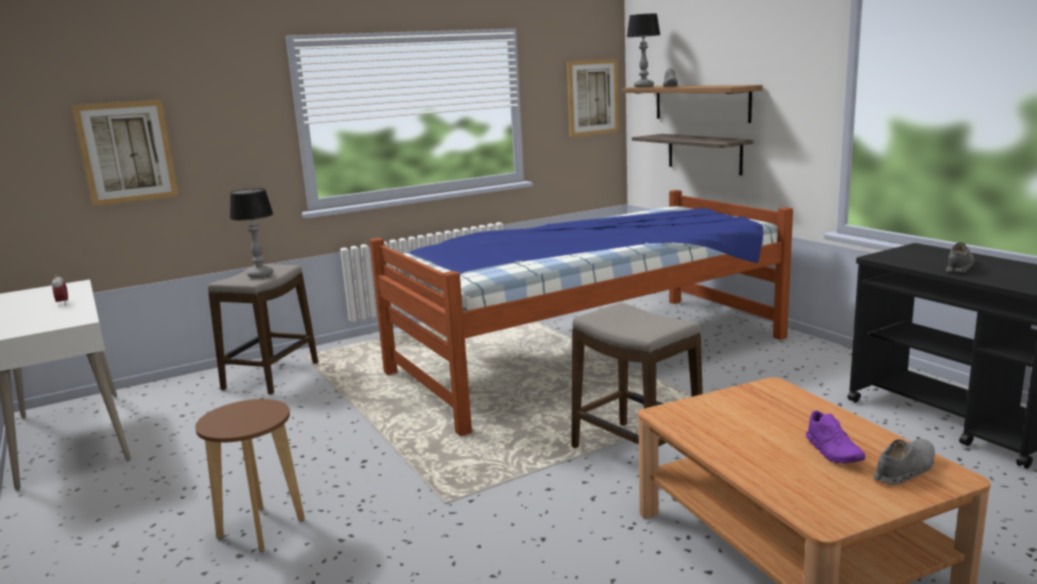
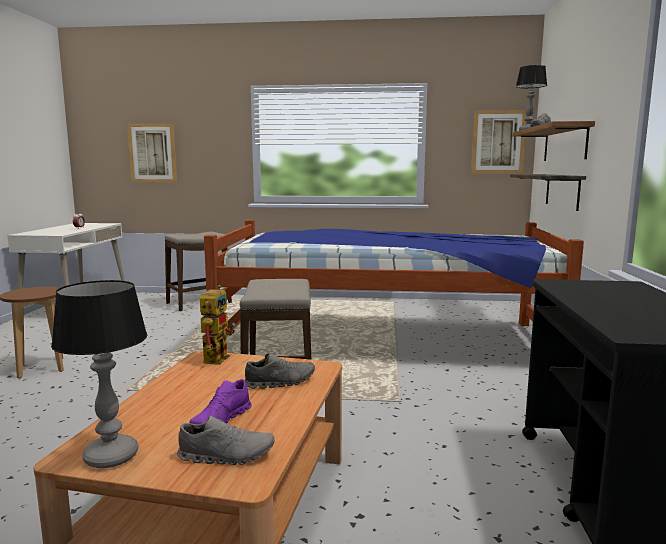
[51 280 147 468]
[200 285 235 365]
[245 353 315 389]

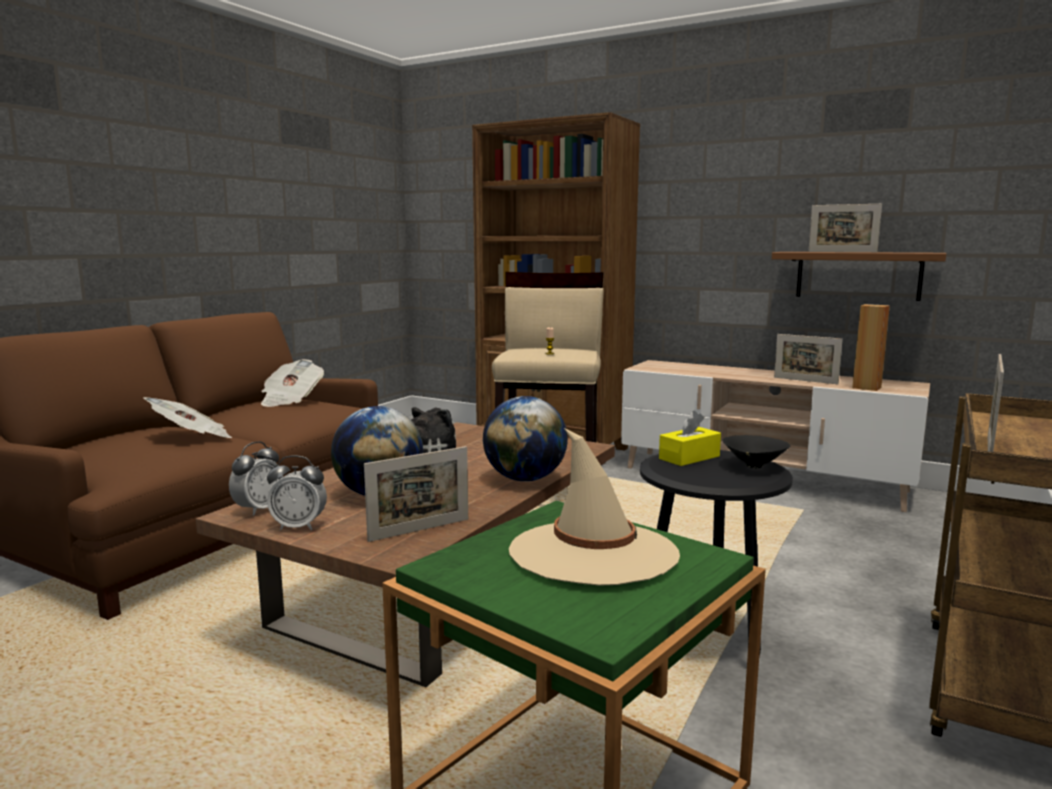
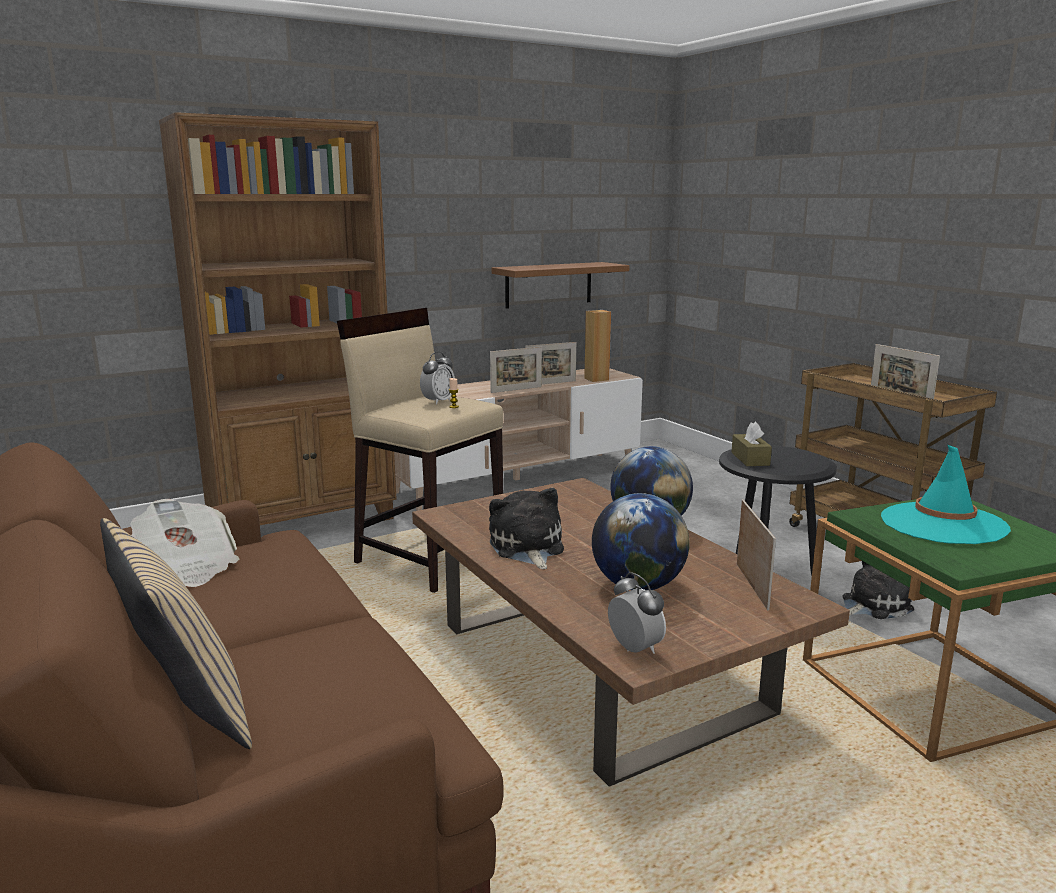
[100 518 252 749]
[420 352 455 405]
[490 347 542 393]
[731 422 772 466]
[842 561 914 619]
[881 445 1011 544]
[144 397 232 438] (first image)
[722 435 790 468] (first image)

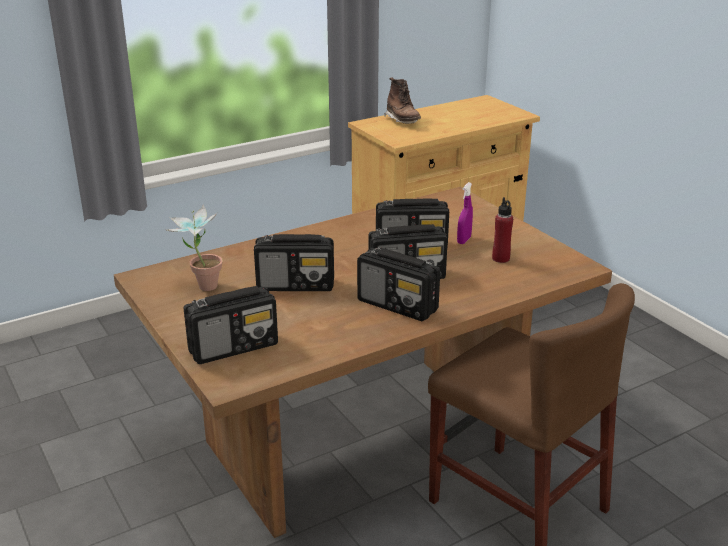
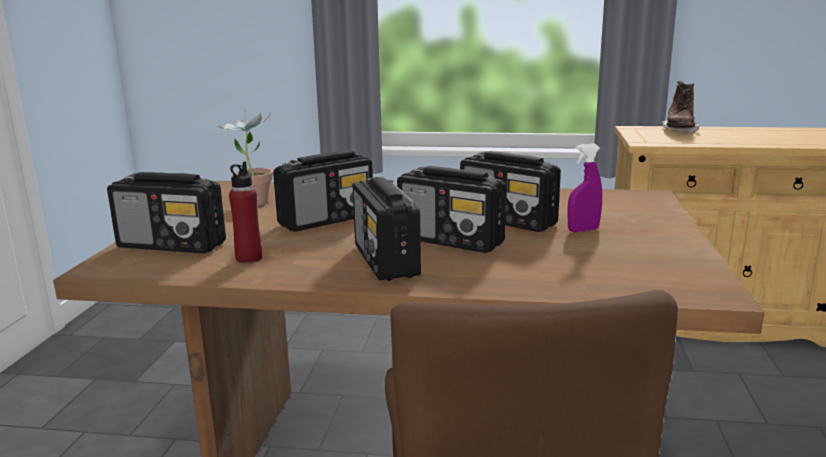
[229 162 262 263]
[273 150 373 232]

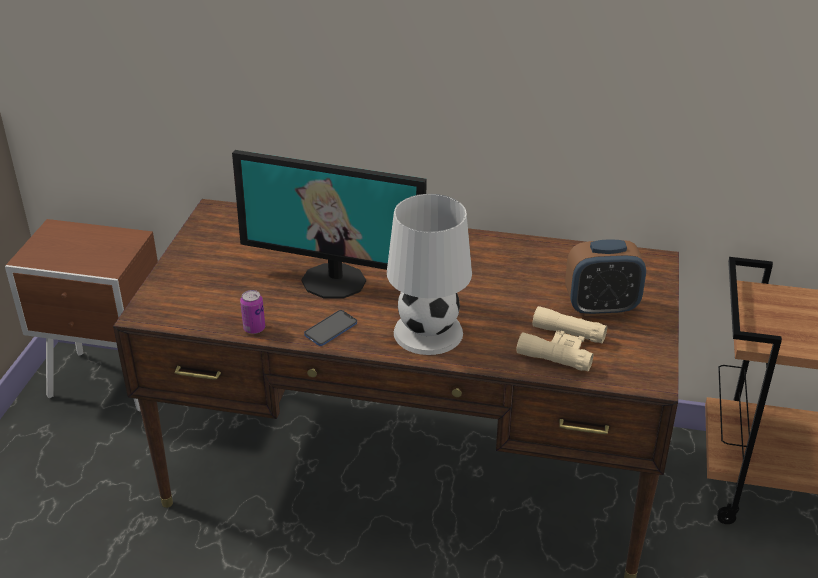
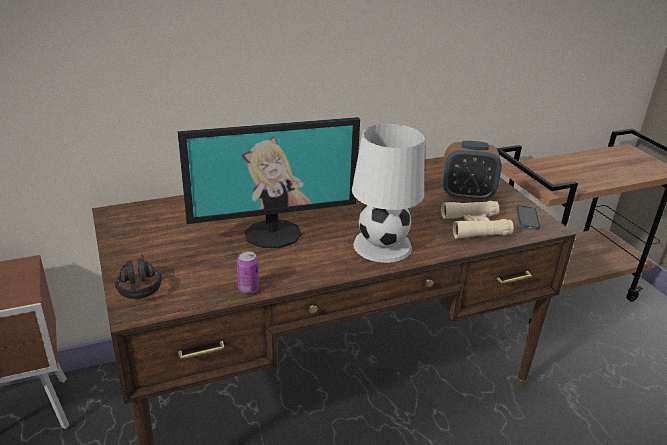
[114 255 162 299]
[442 141 502 201]
[516 205 540 230]

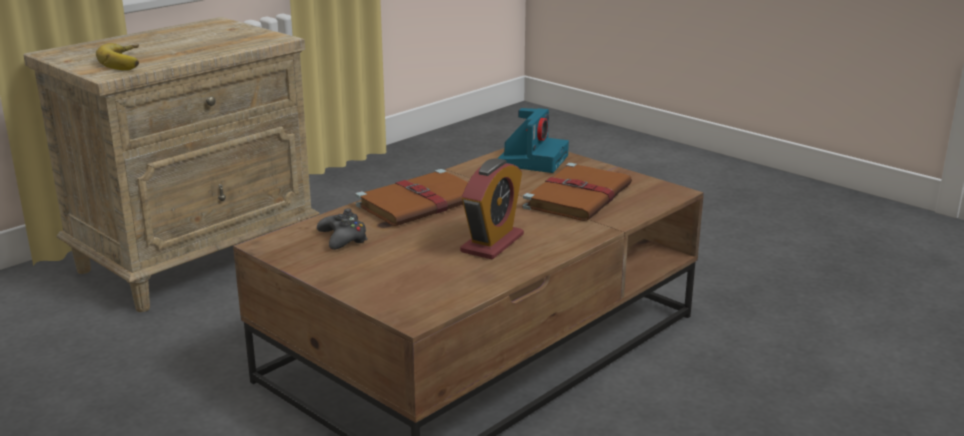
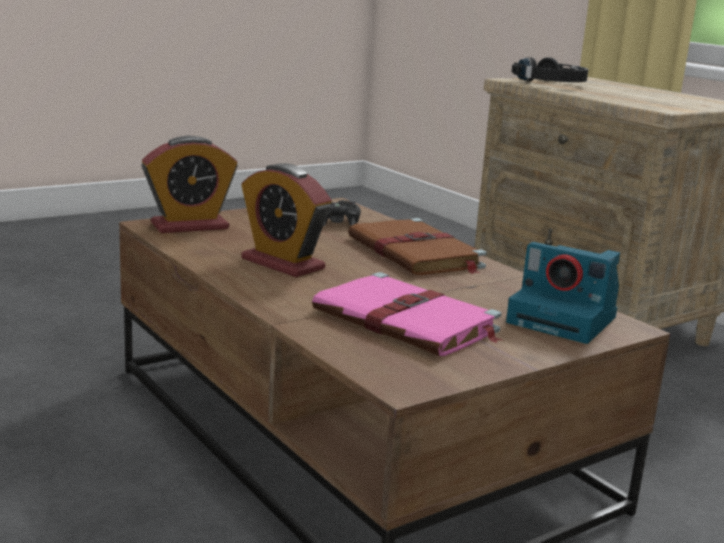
[141 136 238 233]
[312 272 502 356]
[512 57 588 82]

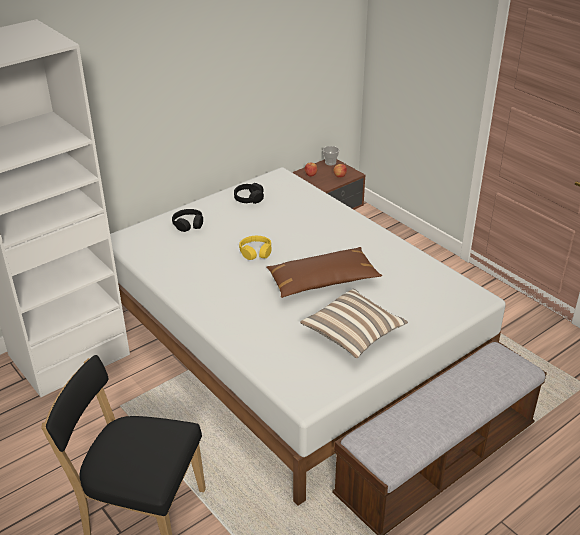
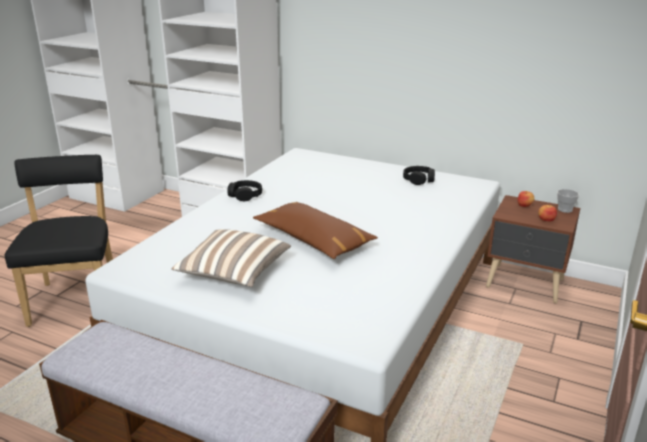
[227 180 262 201]
[239 236 272 260] (first image)

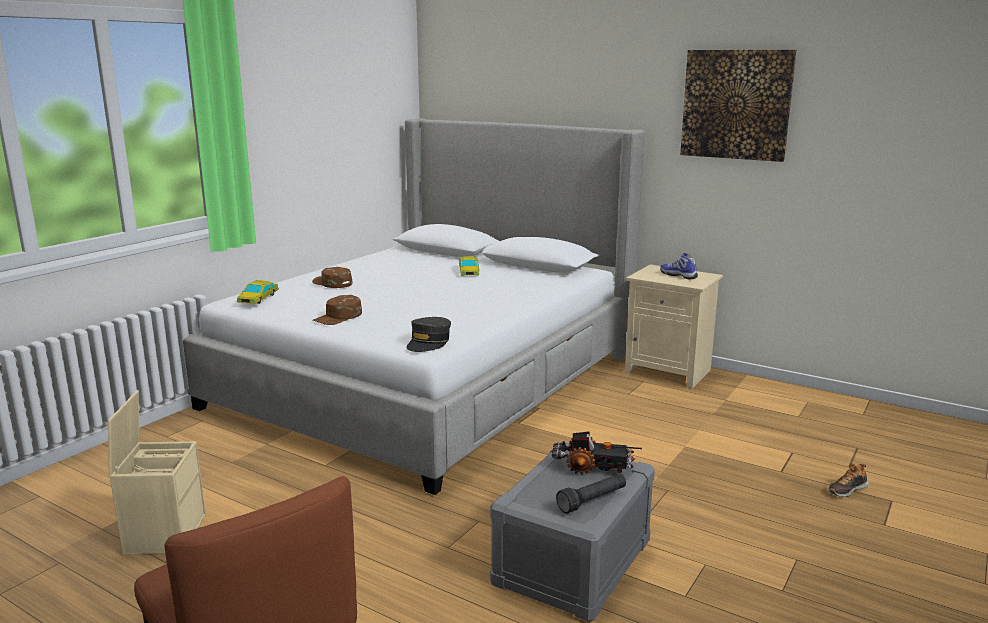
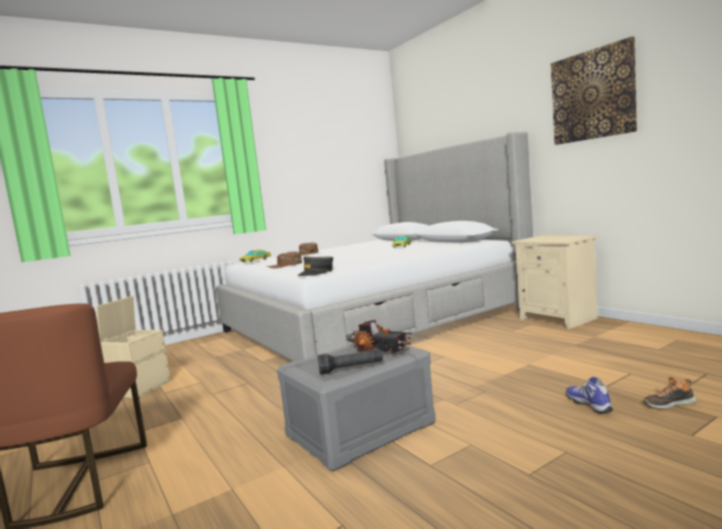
[566 377 613 414]

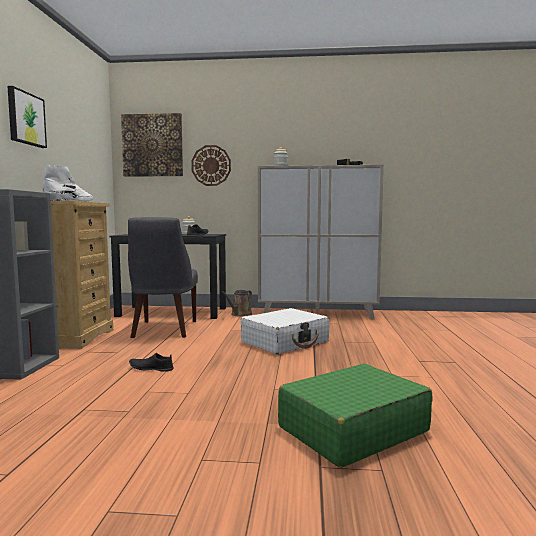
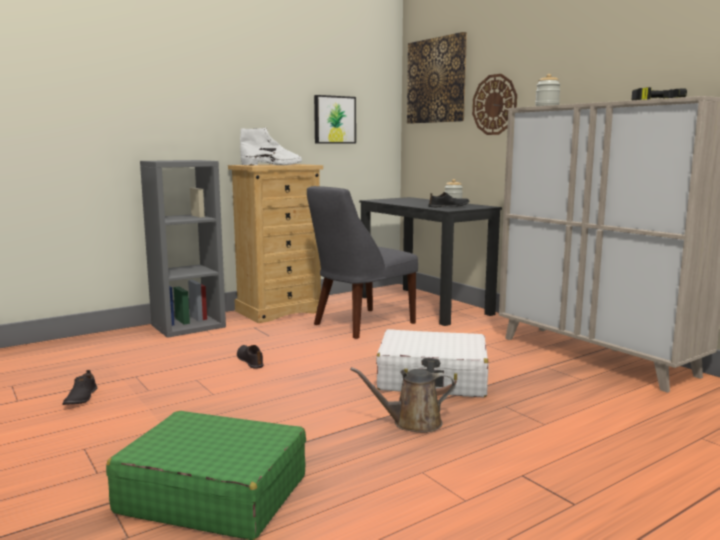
[62 370 97 405]
[314 95 356 143]
[350 367 455 433]

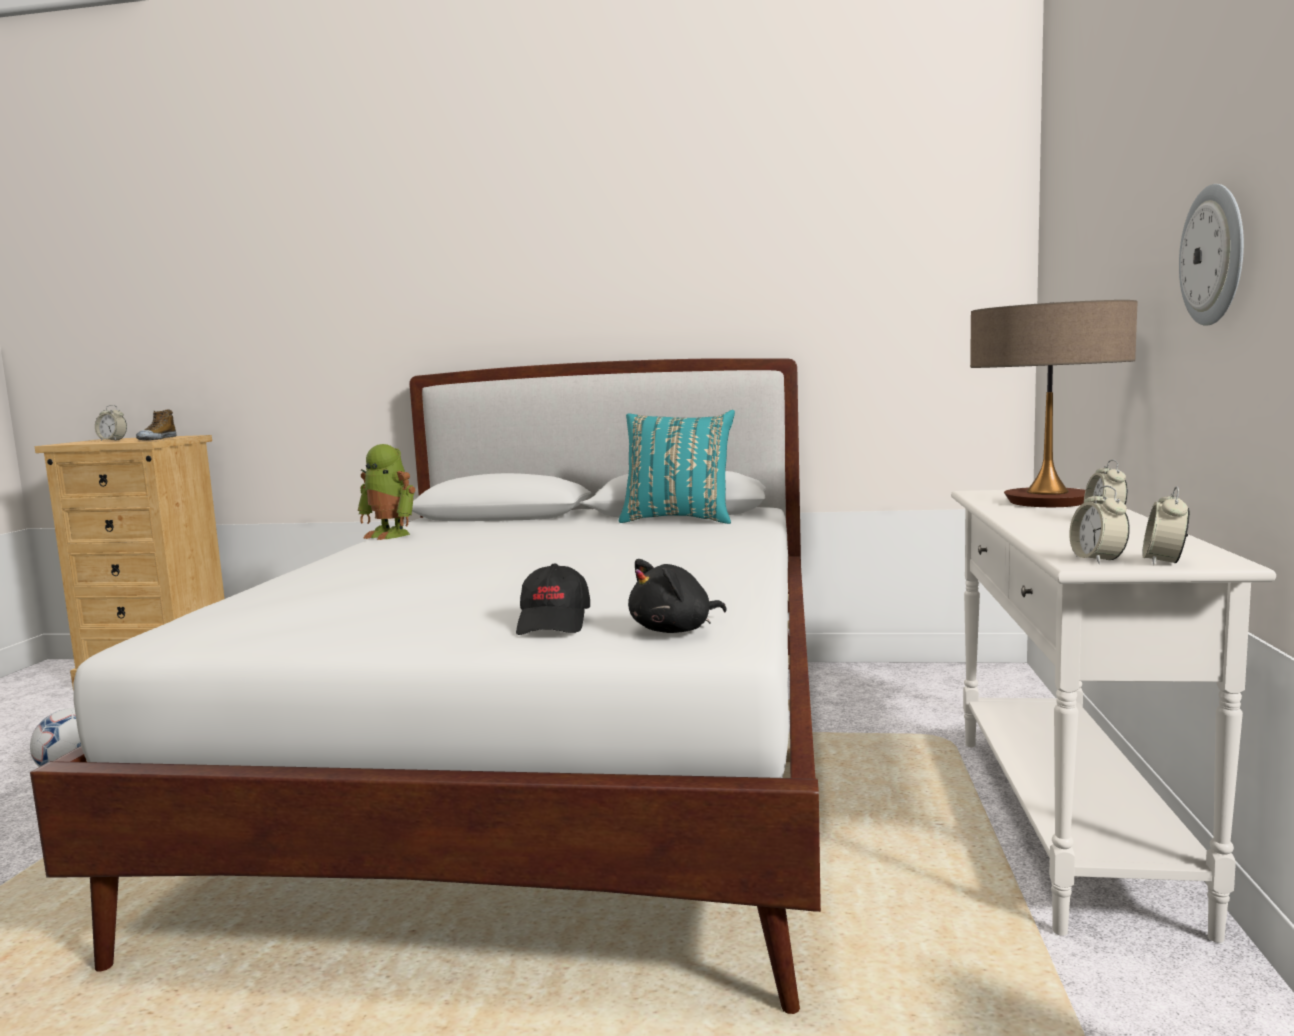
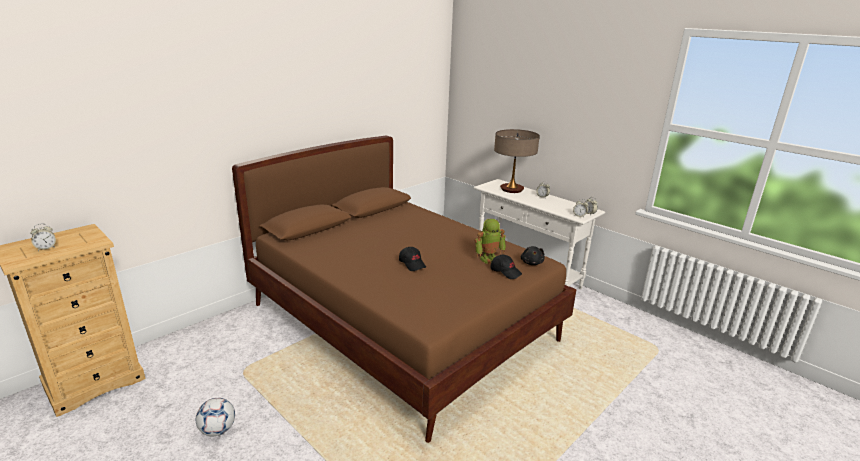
[232 136 577 443]
[399 247 426 271]
[474 219 506 265]
[136 410 176 440] (first image)
[619 410 735 524] (first image)
[1179 184 1244 326] (first image)

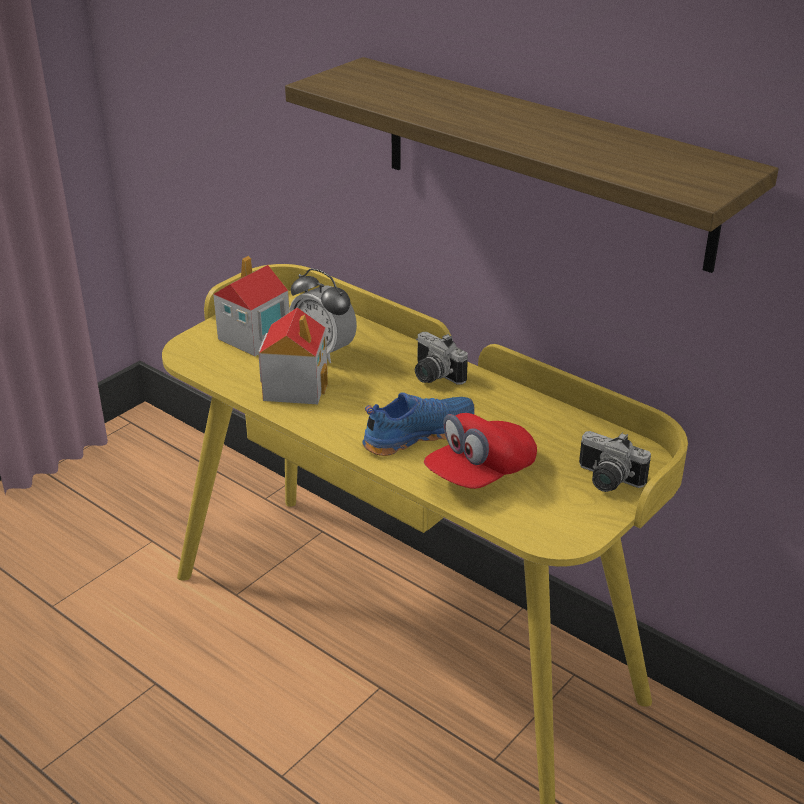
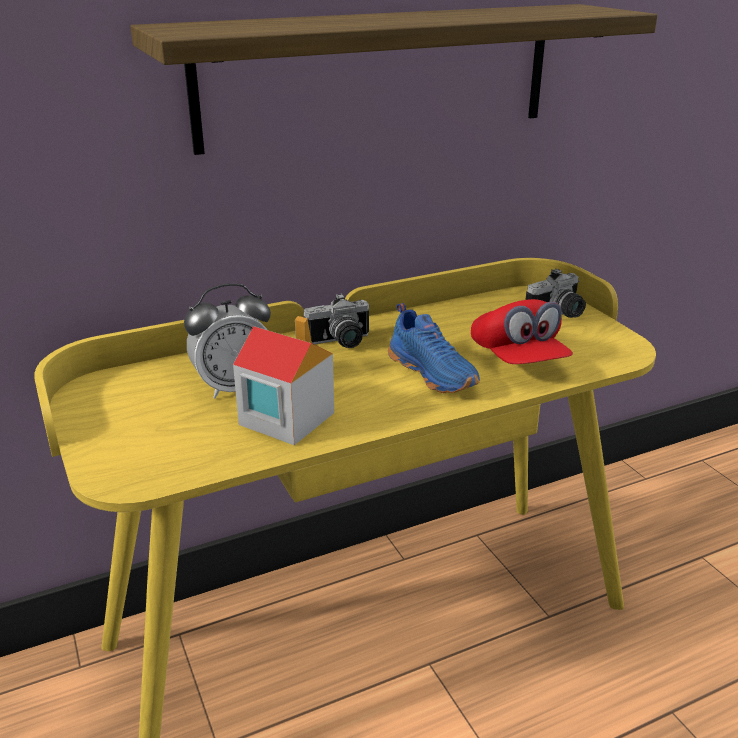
[388 303 480 393]
[213 256 289 356] (first image)

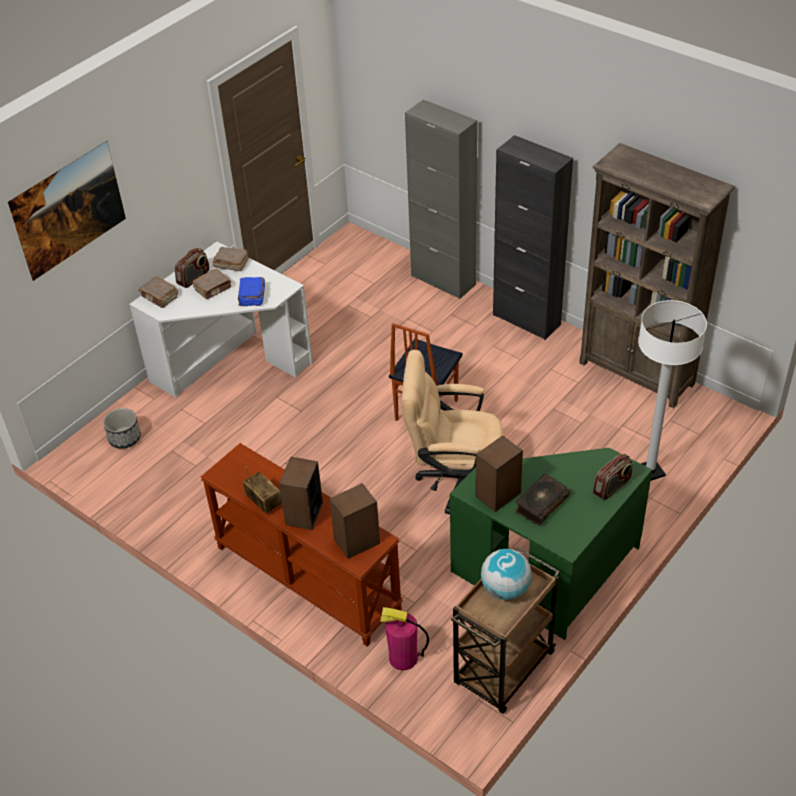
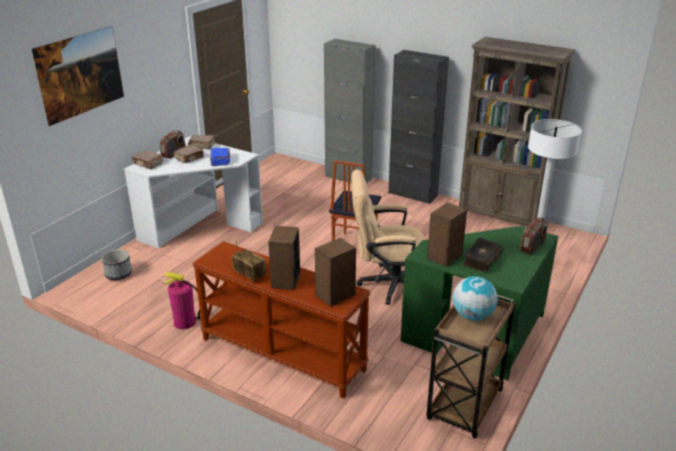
[164 272 200 329]

